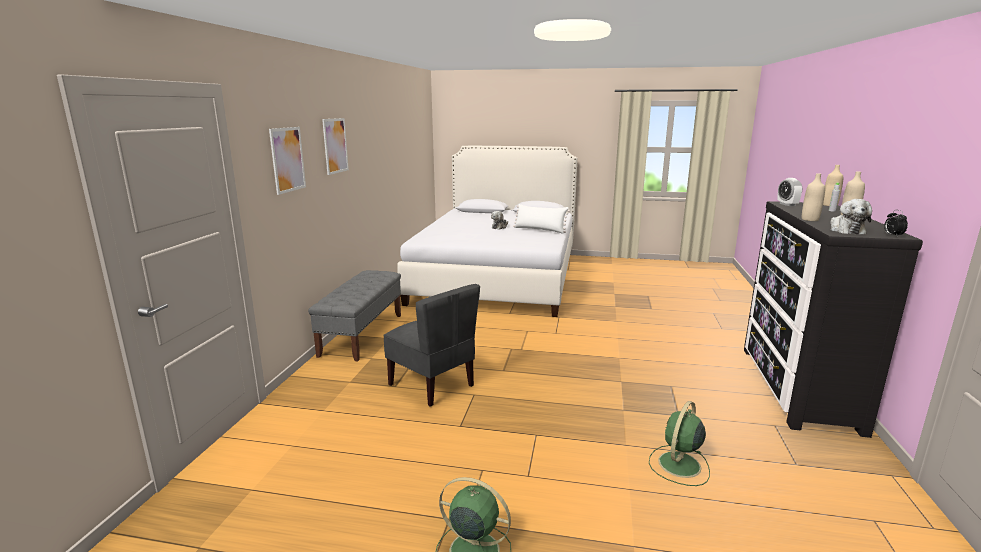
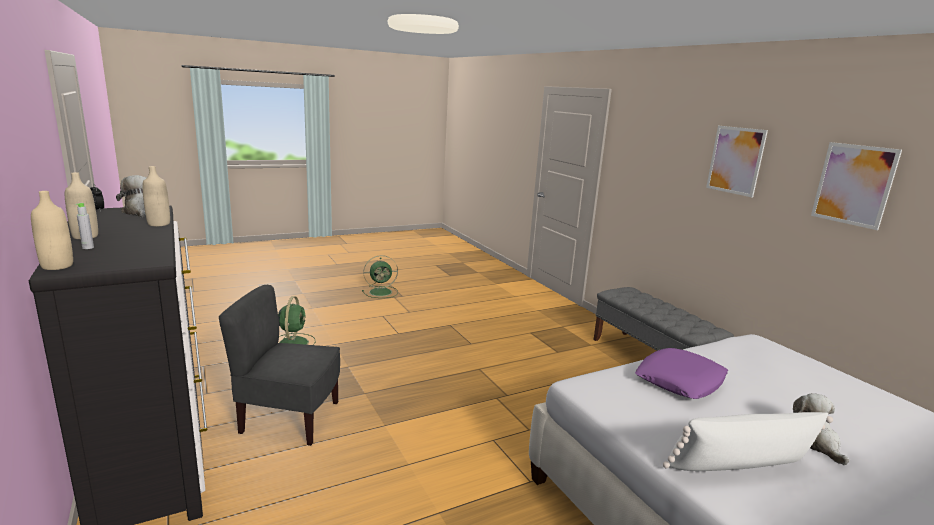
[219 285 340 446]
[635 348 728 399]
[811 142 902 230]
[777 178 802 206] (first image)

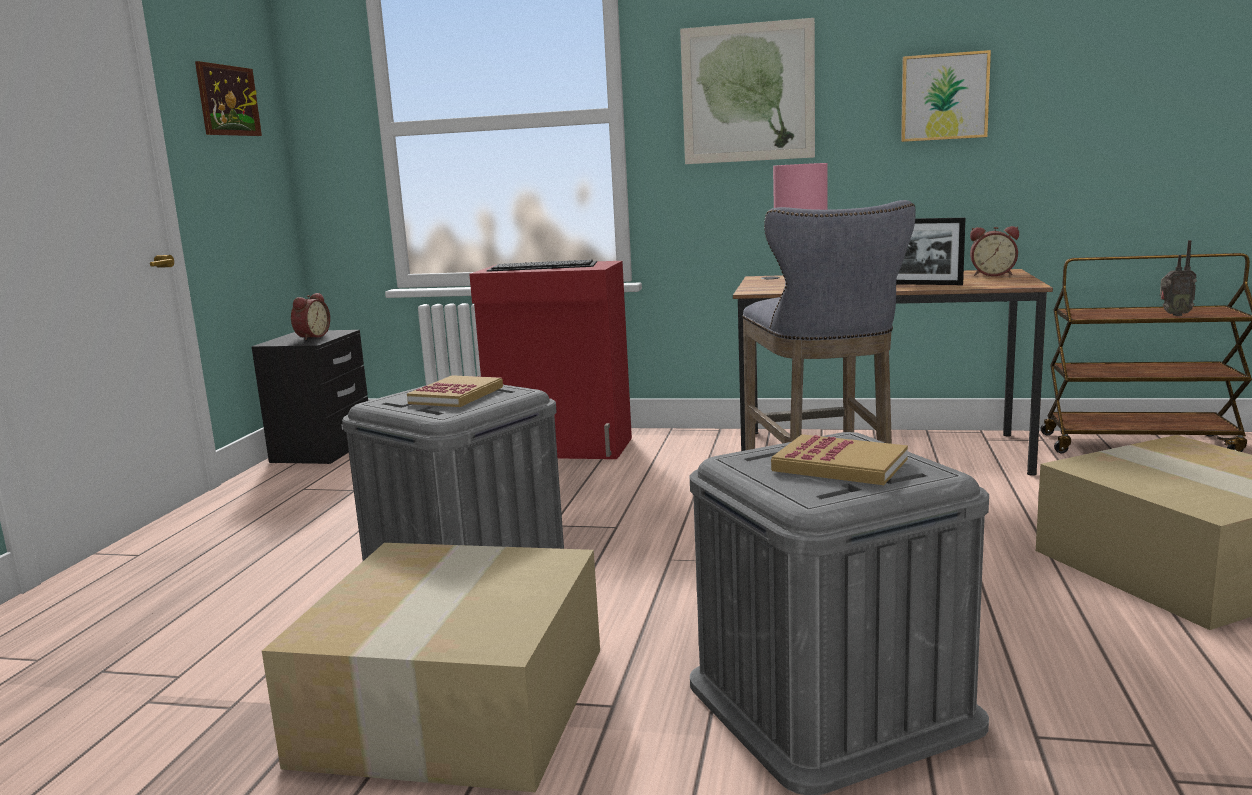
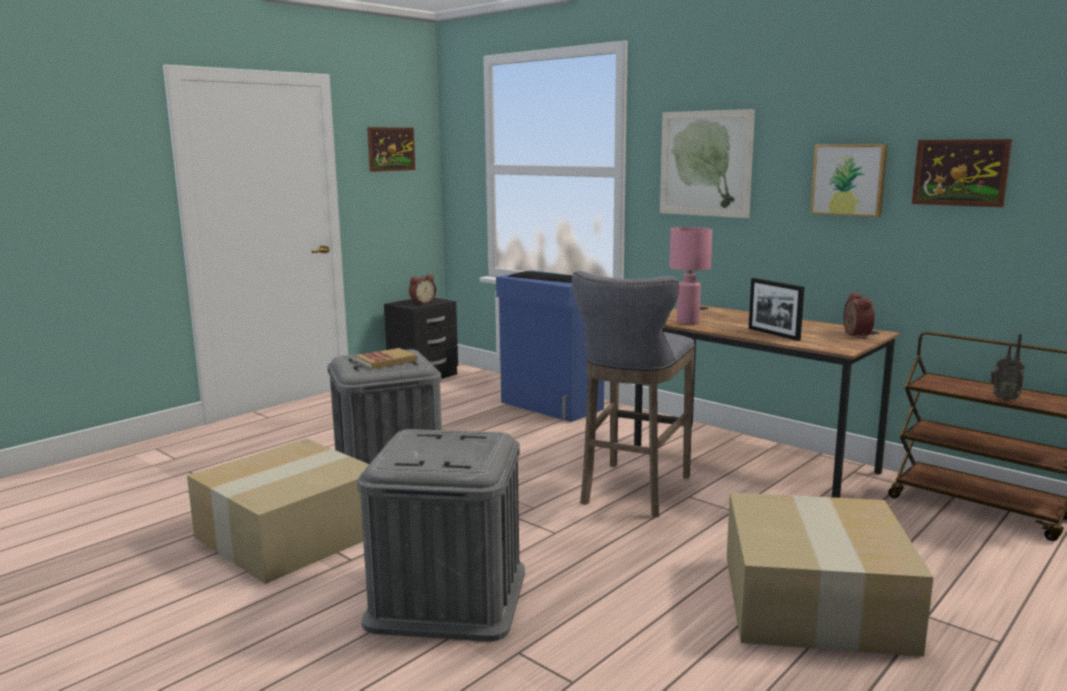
[496 270 604 422]
[843 292 875 338]
[912 139 1012 207]
[771 434 908 485] (first image)

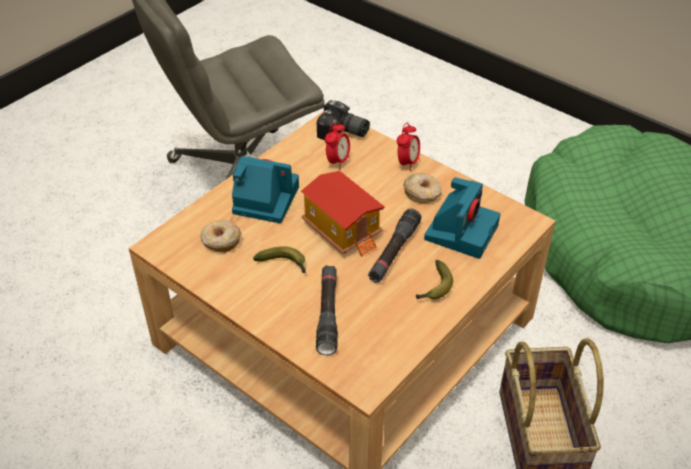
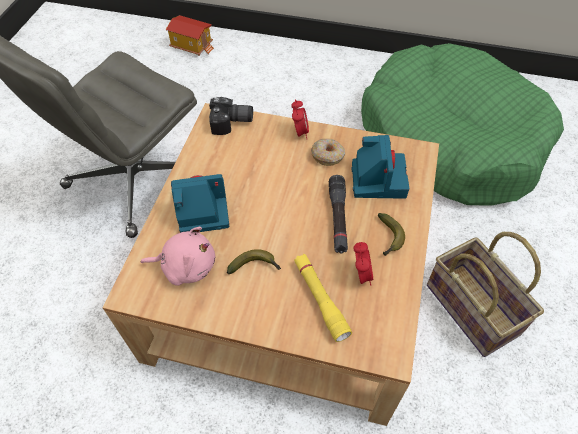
[141 227 215 286]
[166 15 214 56]
[294 254 352 342]
[354 242 373 286]

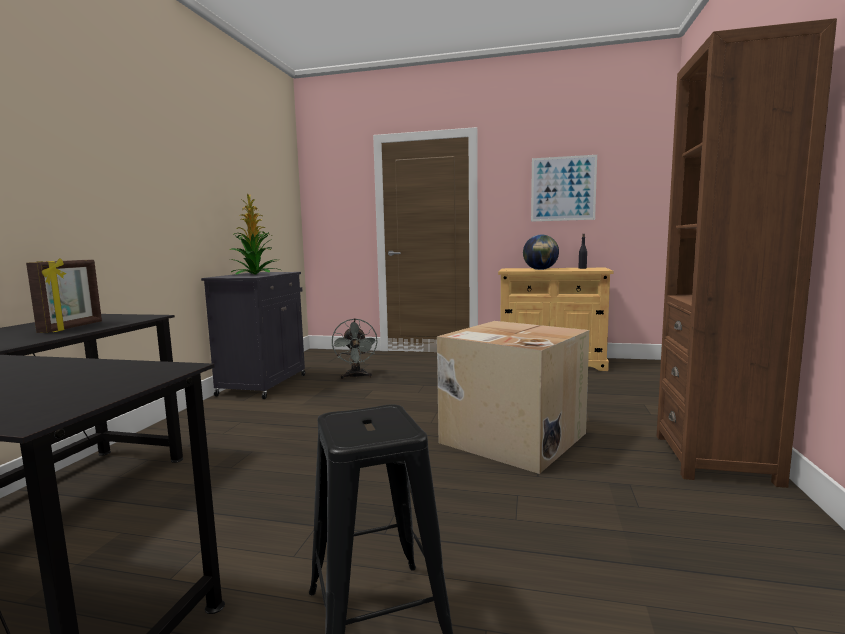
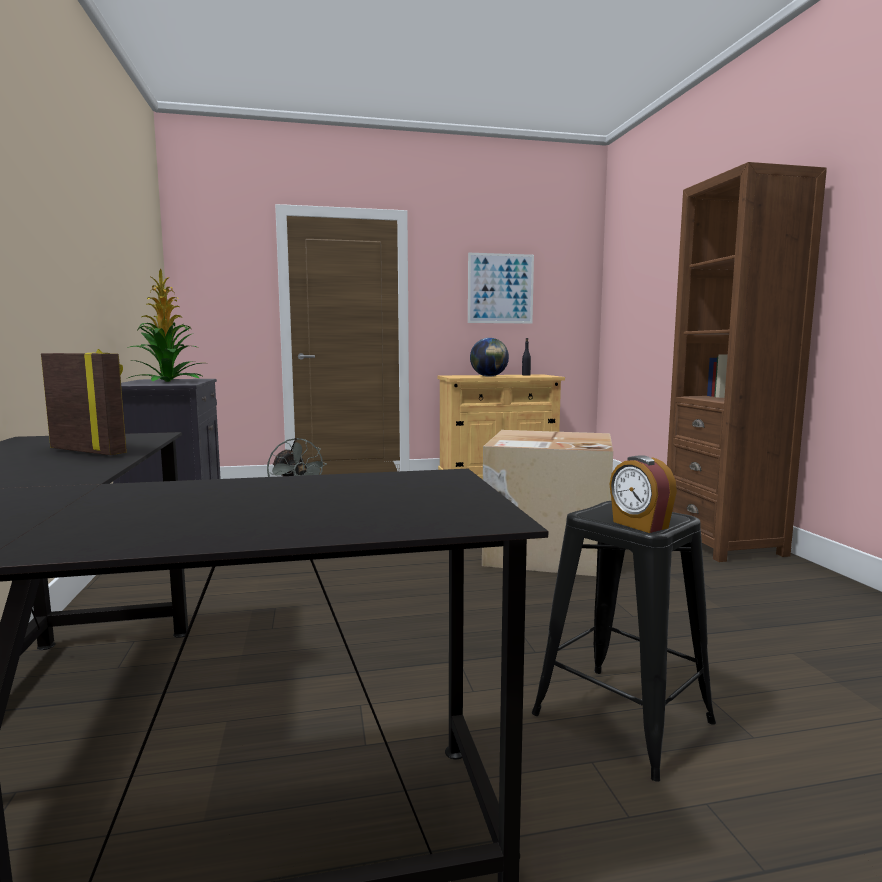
[41 349 127 455]
[610 455 677 533]

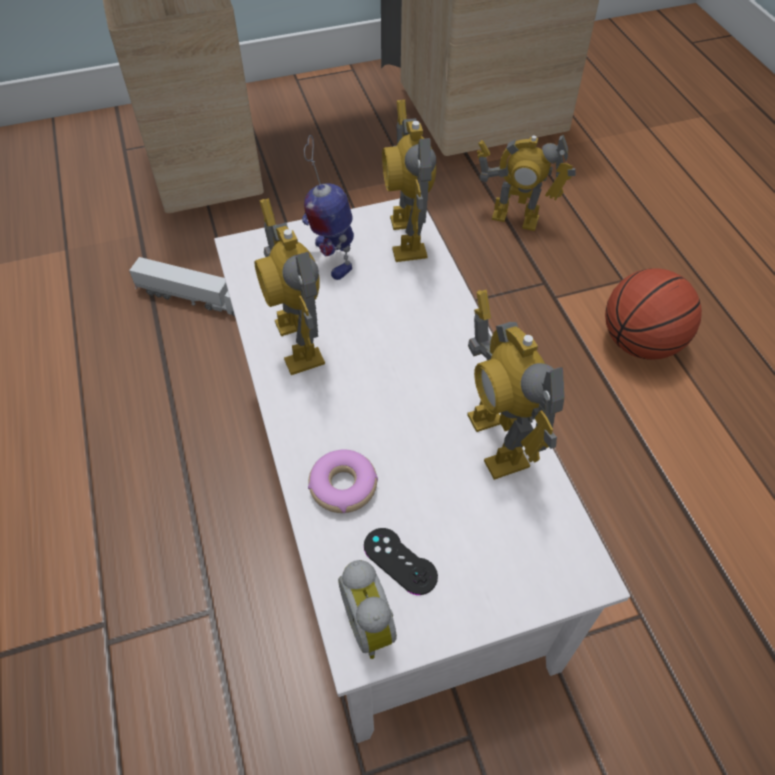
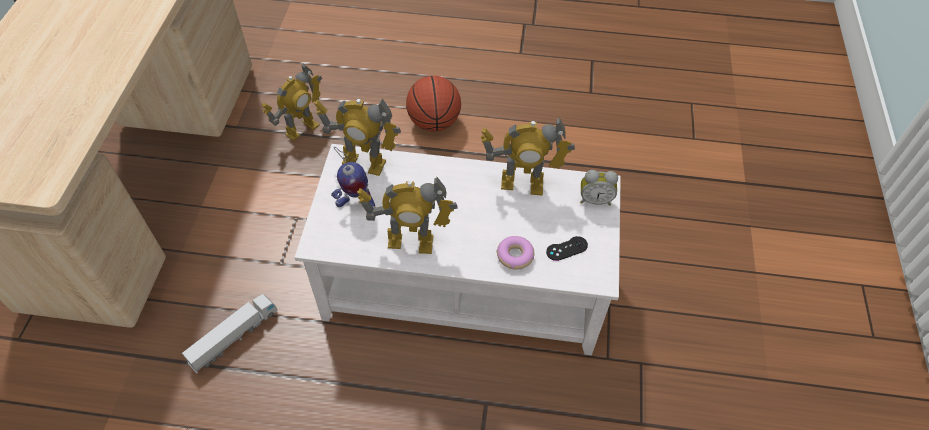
[580 170 618 206]

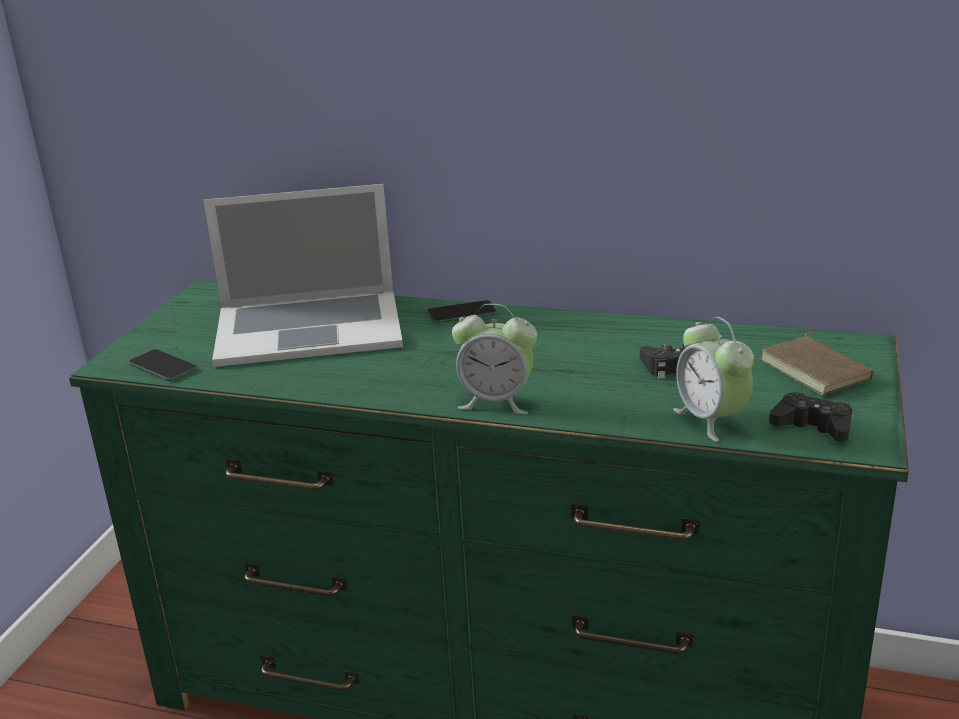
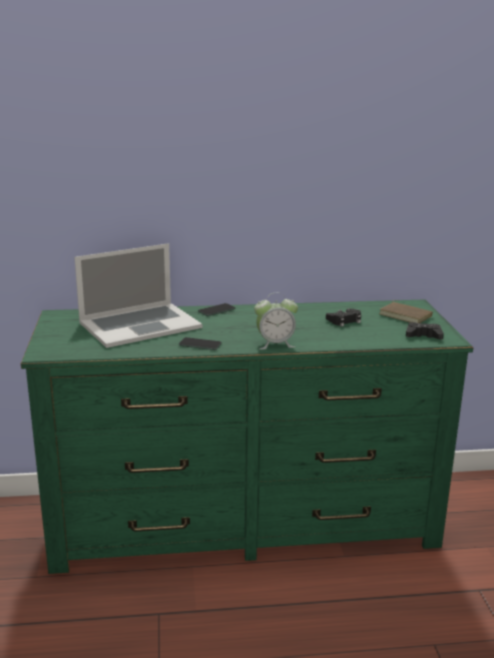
[179 337 222 350]
[673 317 754 442] (first image)

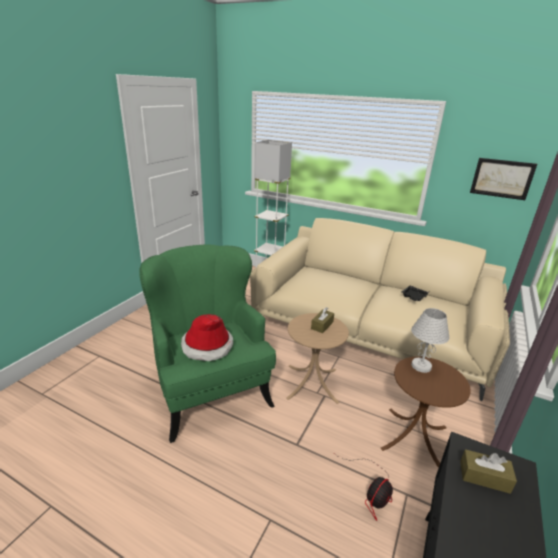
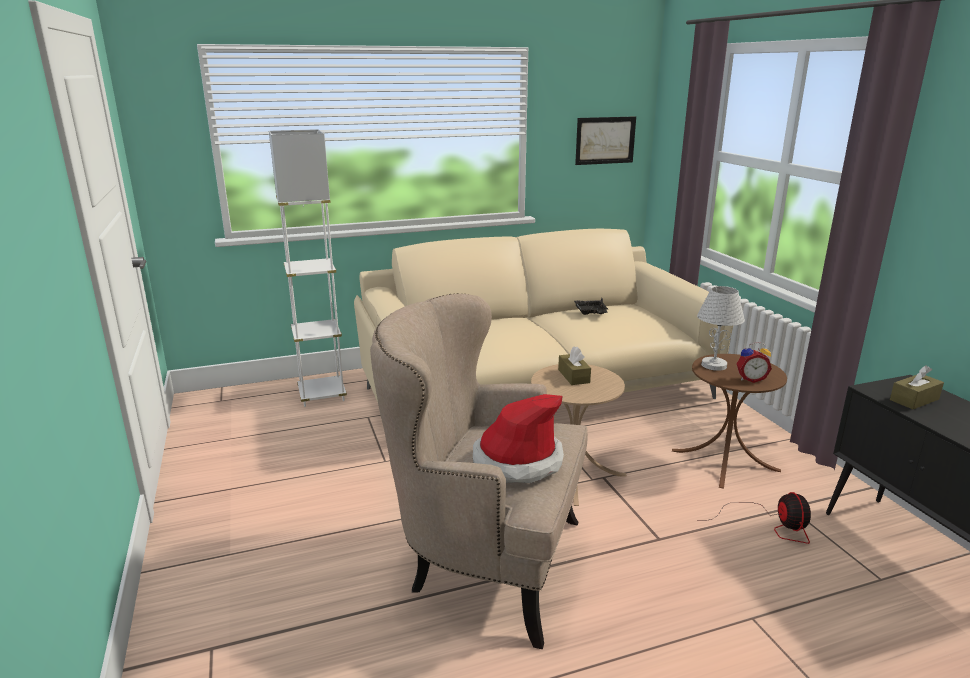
[370 293 588 649]
[736 342 772 383]

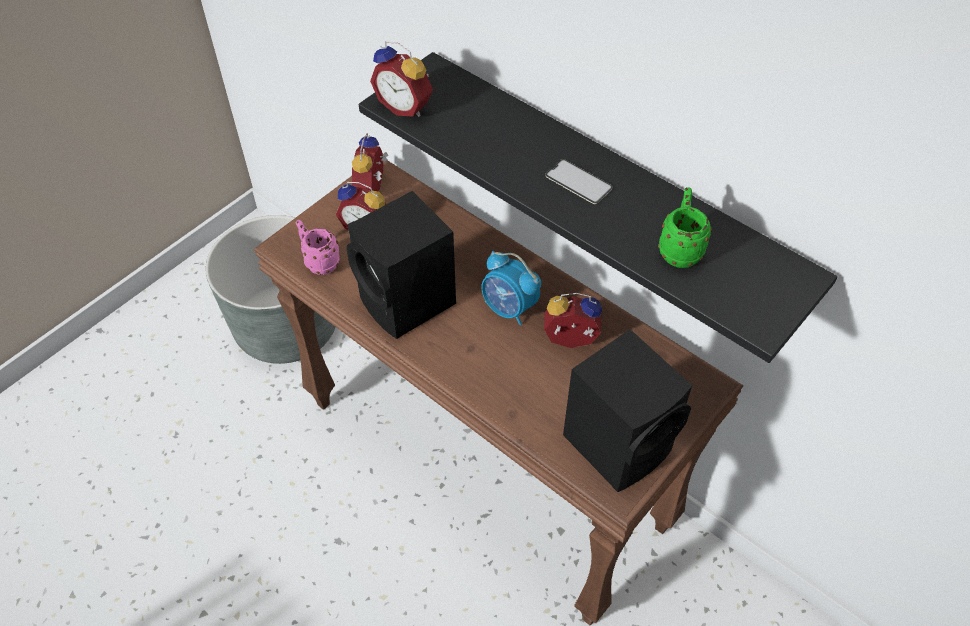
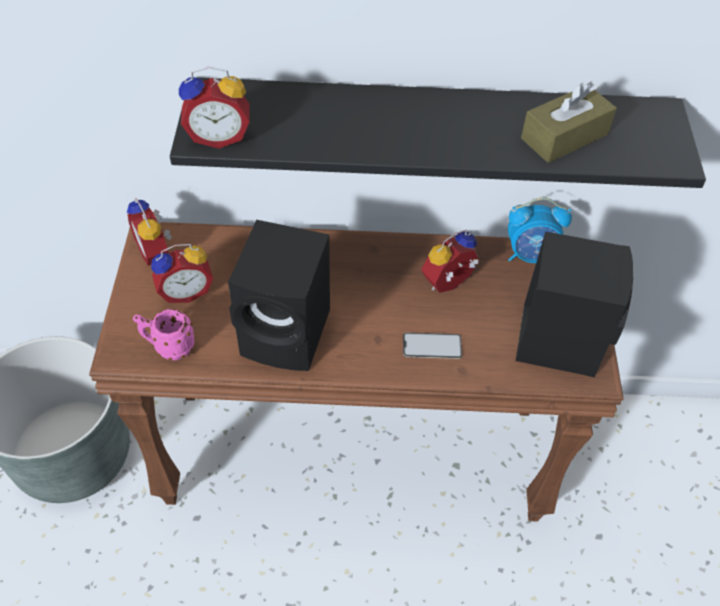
[403 332 462 359]
[508 197 572 263]
[521 82 617 163]

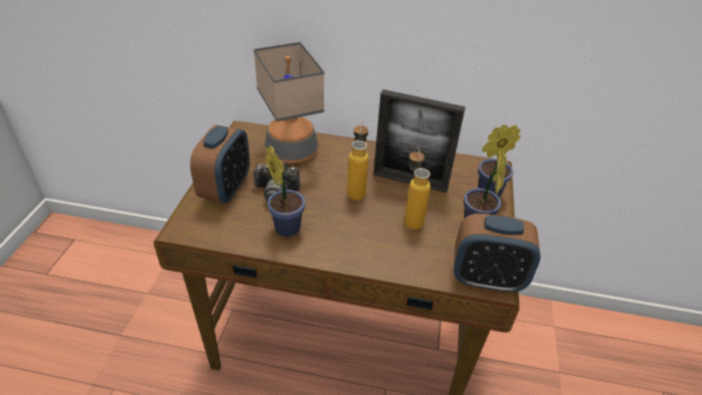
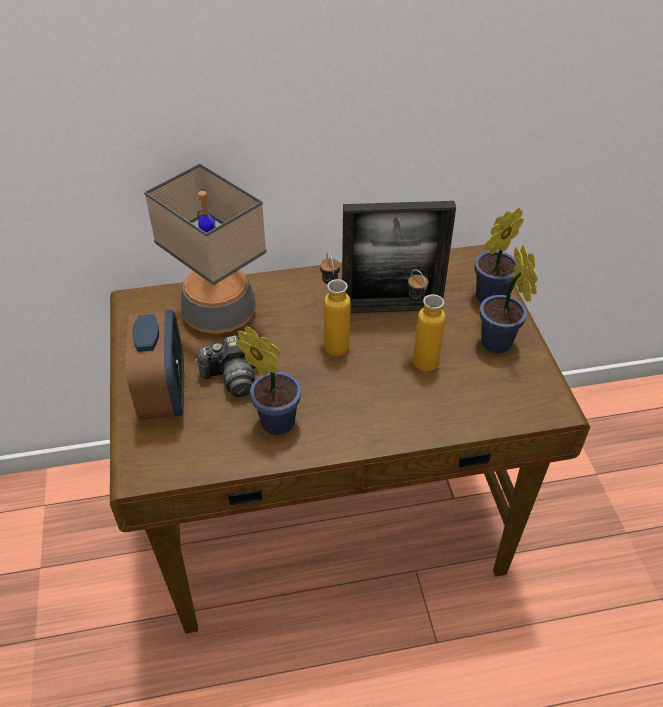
[454 214 541 293] (first image)

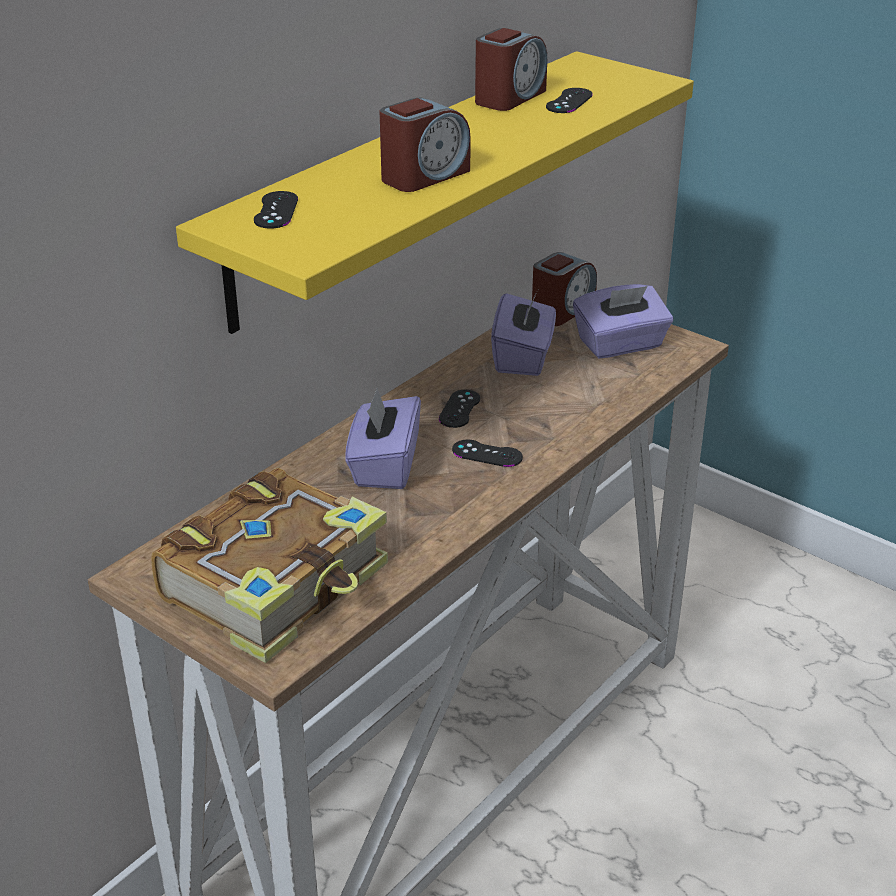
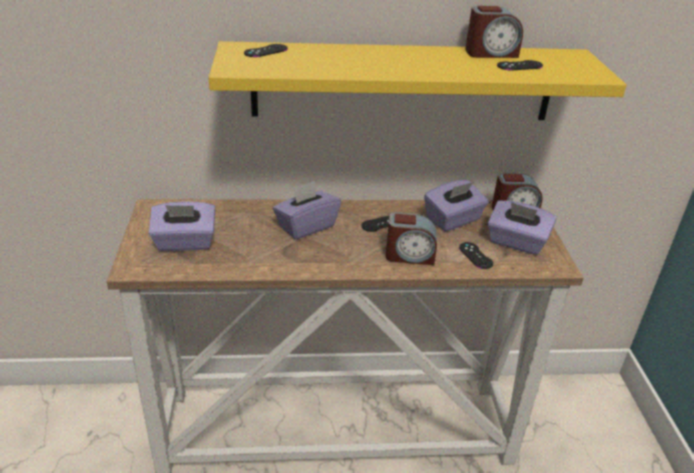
[149 201 216 251]
[386 212 437 265]
[459 242 493 269]

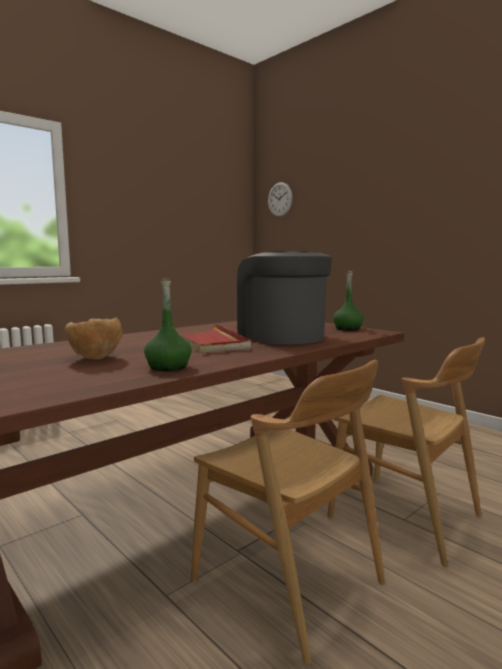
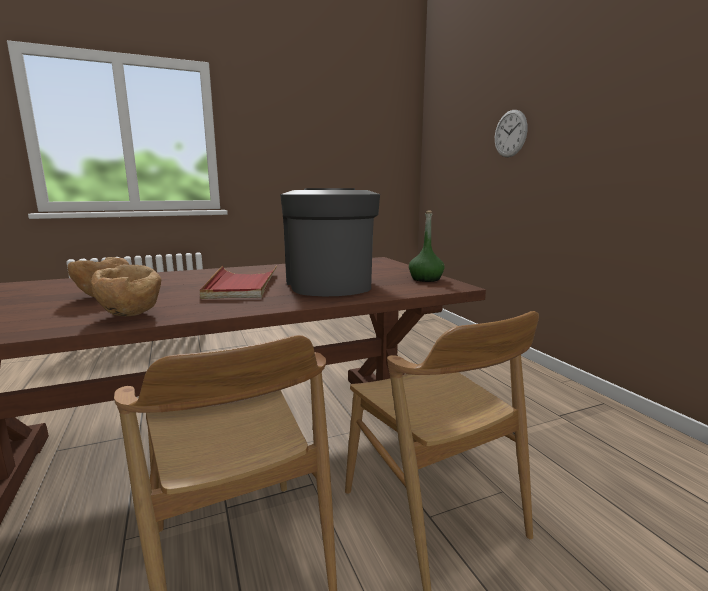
[91 265 161 316]
[495 110 528 157]

